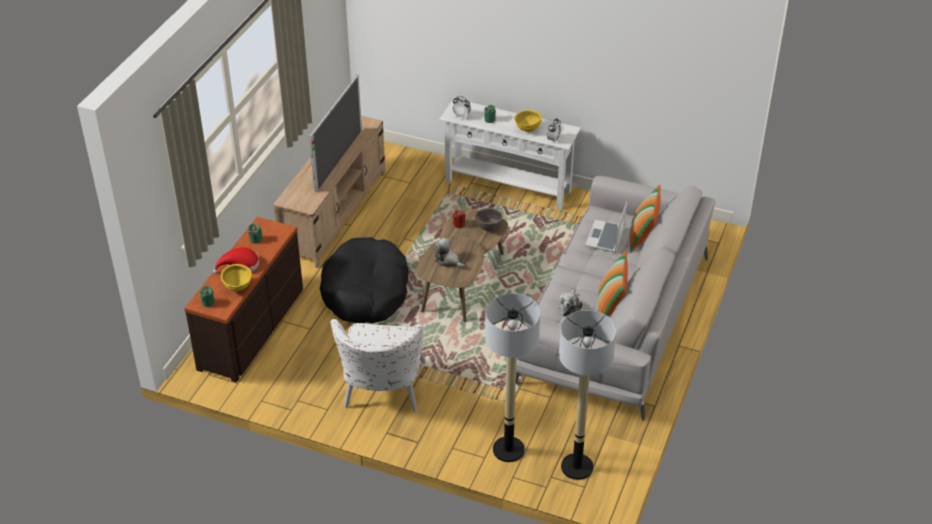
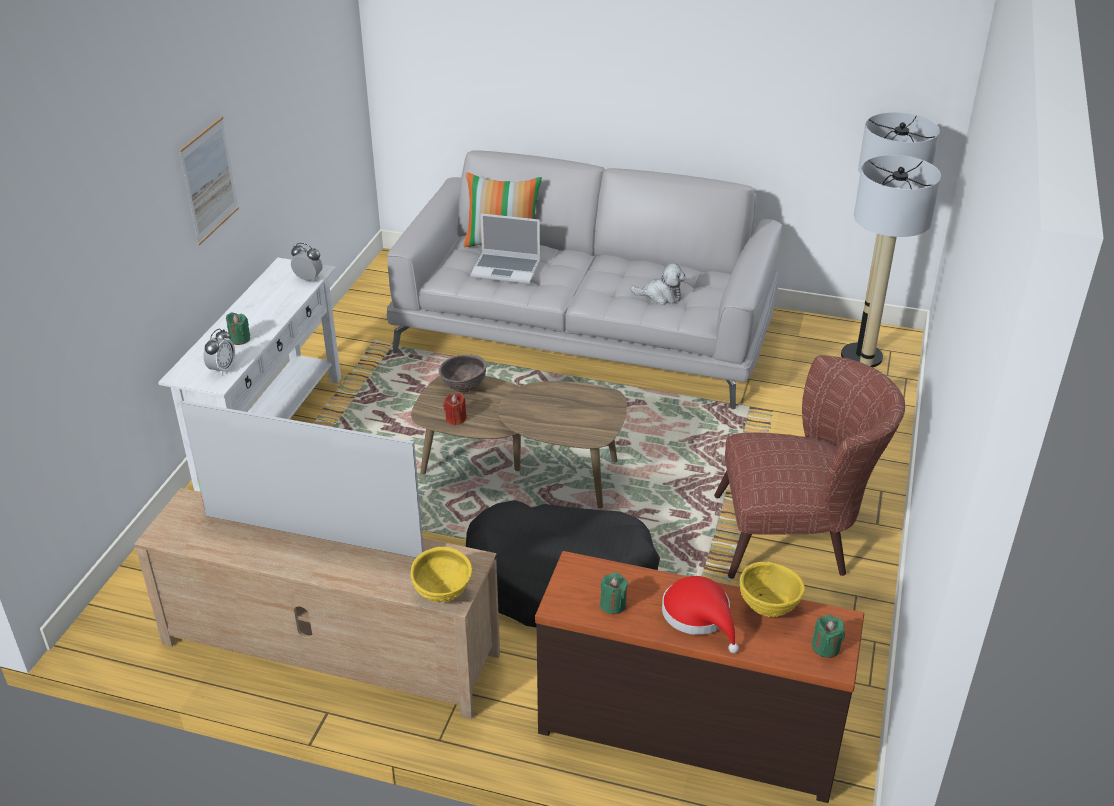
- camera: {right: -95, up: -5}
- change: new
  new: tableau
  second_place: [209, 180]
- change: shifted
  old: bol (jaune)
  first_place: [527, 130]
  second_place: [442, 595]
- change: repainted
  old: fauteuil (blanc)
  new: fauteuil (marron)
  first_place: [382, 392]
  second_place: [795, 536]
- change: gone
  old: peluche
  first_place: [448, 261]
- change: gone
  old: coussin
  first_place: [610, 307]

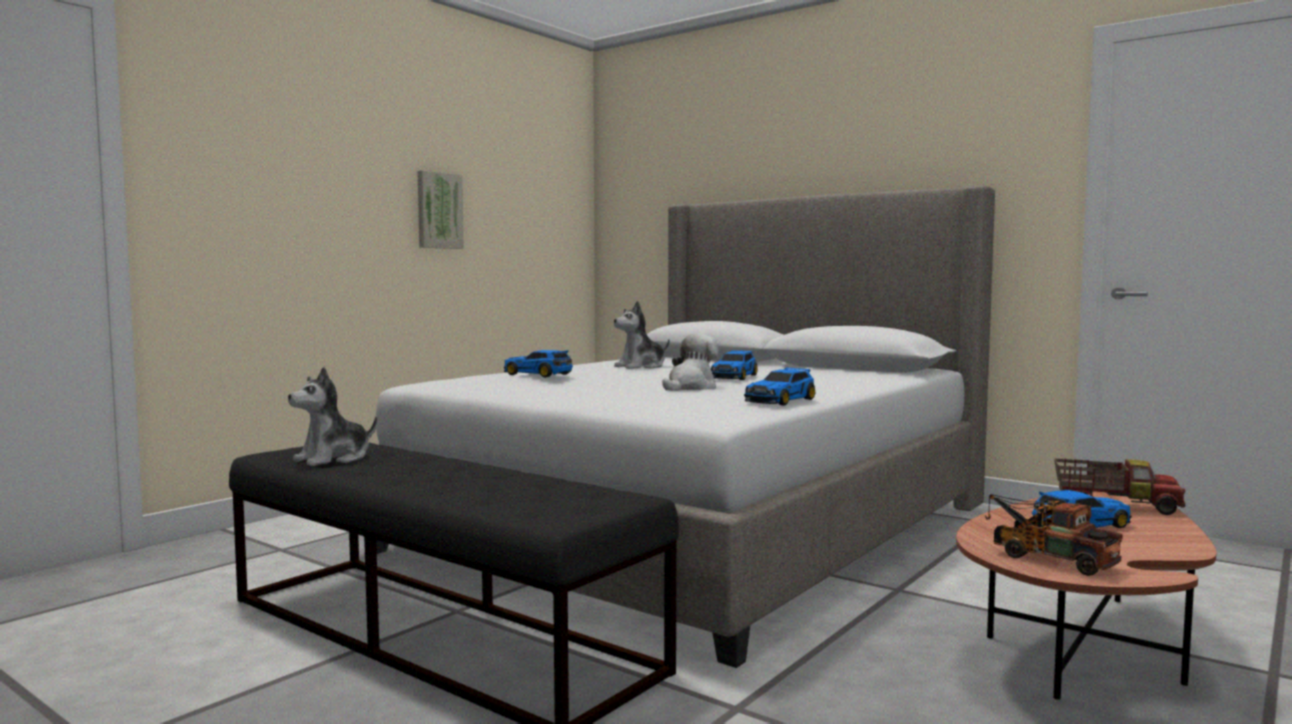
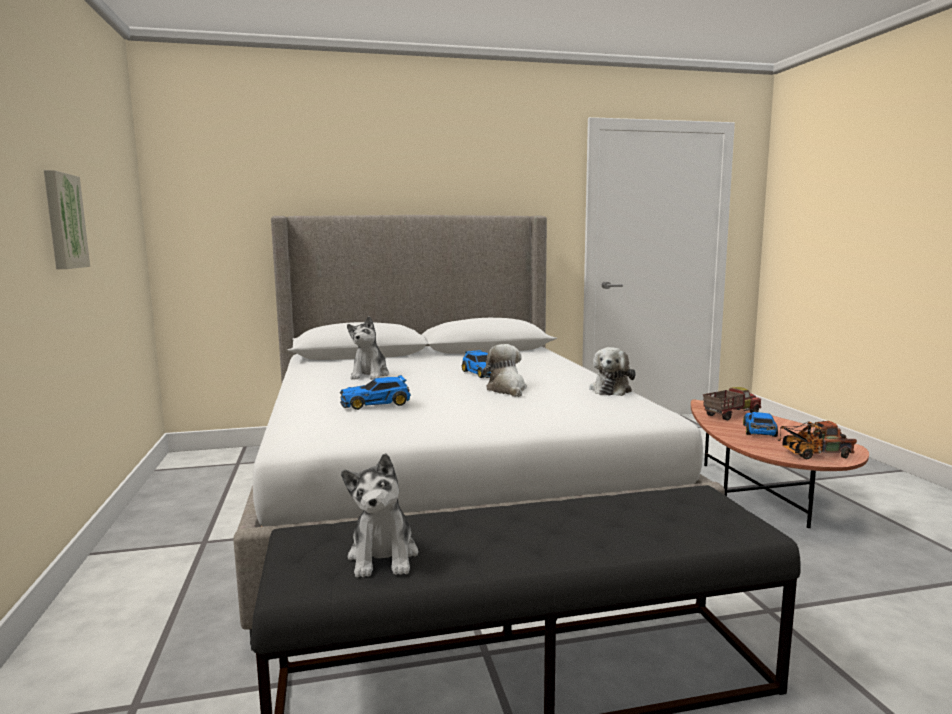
- camera: {right: -50, up: 5}
- change: swapped
  old: petite voiture
  new: peluche
  first_place: [781, 400]
  second_place: [611, 390]

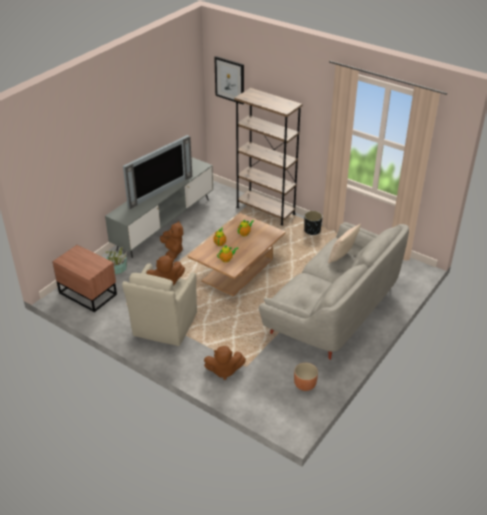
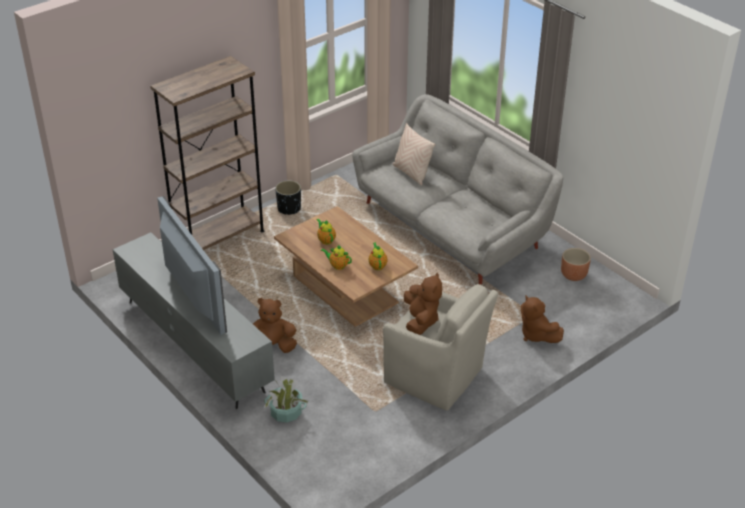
- camera: {right: -75, up: 0}
- change: rotated
  old: peluche (marron)
  first_place: [224, 371]
  second_place: [536, 335]
  degrees: 135
- change: gone
  old: table de chevet (marron)
  first_place: [88, 293]
- change: gone
  old: tableau
  first_place: [229, 80]

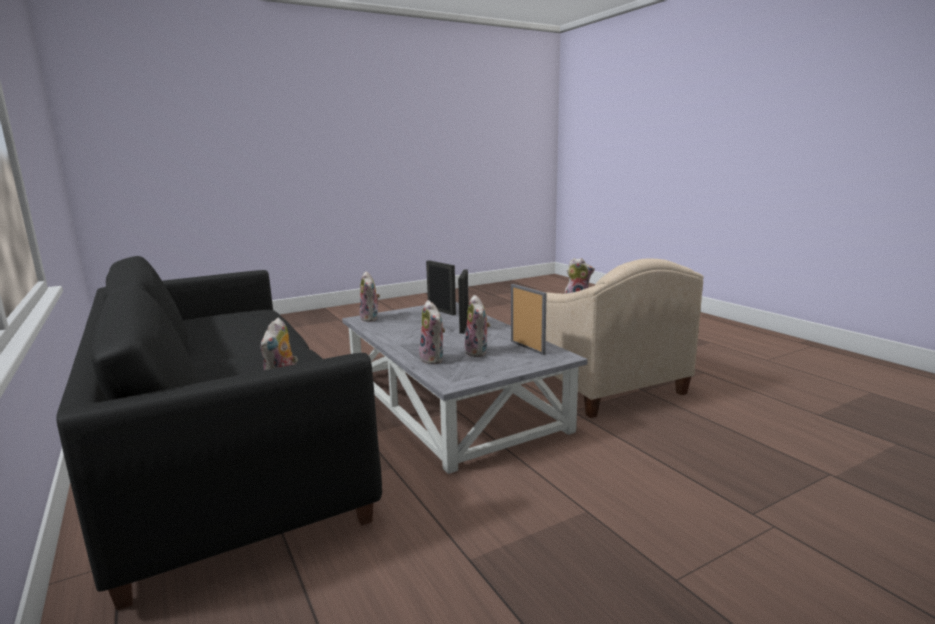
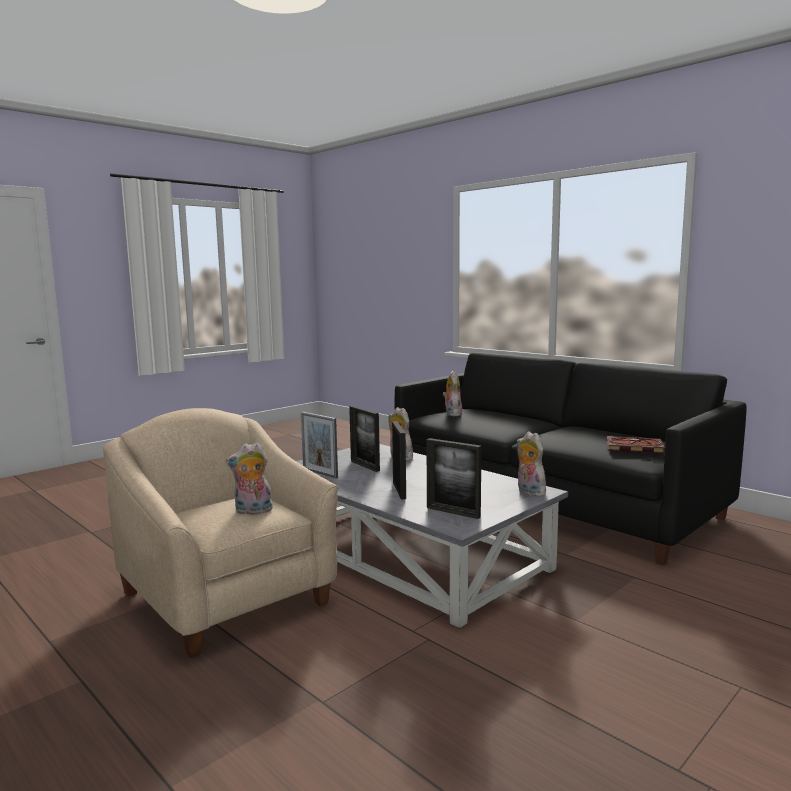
- camera: {right: 165, up: -5}
- change: swapped
  old: peluche
  new: cadre photo
  first_place: [478, 352]
  second_place: [365, 466]
- change: new
  new: livre
  second_place: [633, 447]

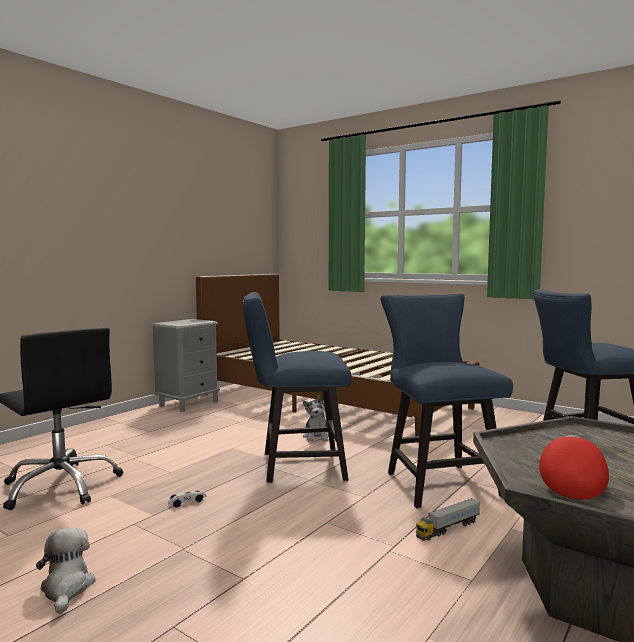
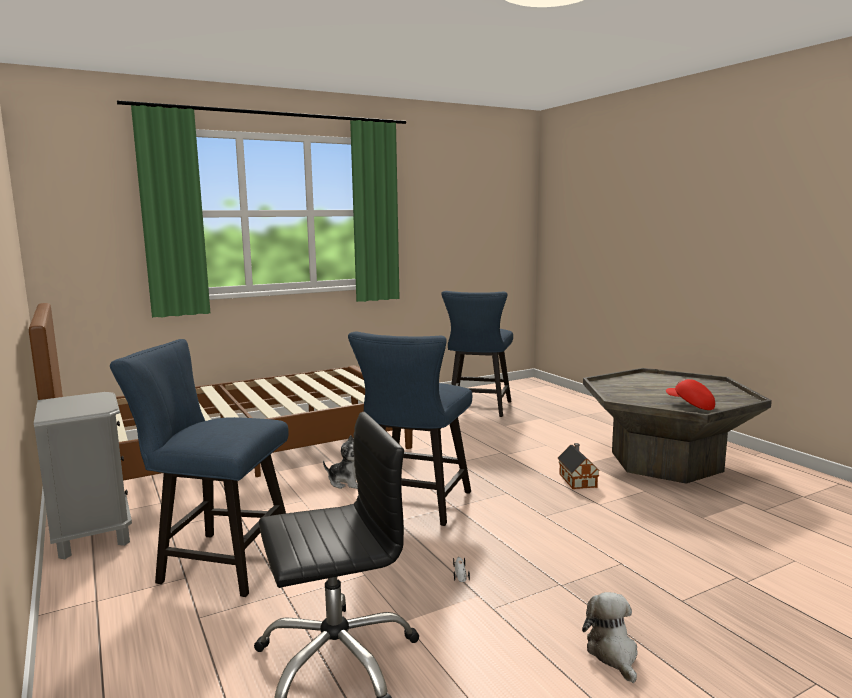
- camera: {right: -65, up: 5}
- change: shifted
  old: chaise (bleu)
  first_place: [437, 481]
  second_place: [217, 561]
- change: swapped
  old: camion jouet
  new: maison miniature
  first_place: [448, 528]
  second_place: [577, 479]
- change: rotated
  old: peluche
  first_place: [67, 588]
  second_place: [613, 653]
  degrees: 75

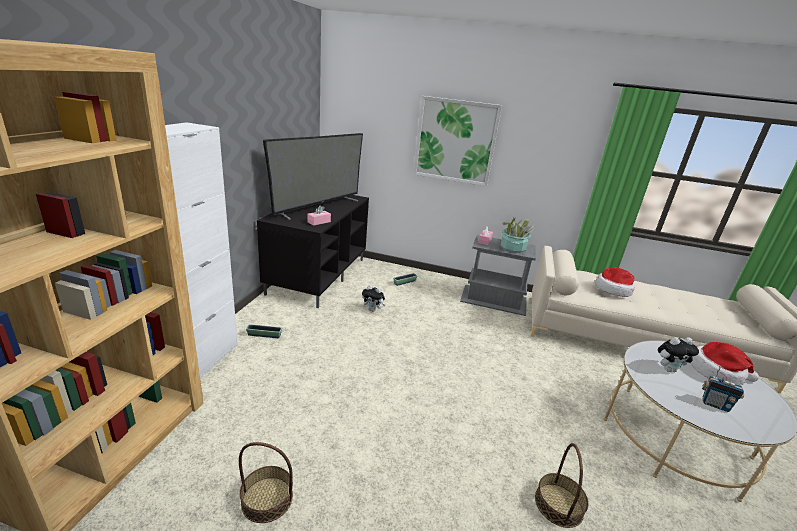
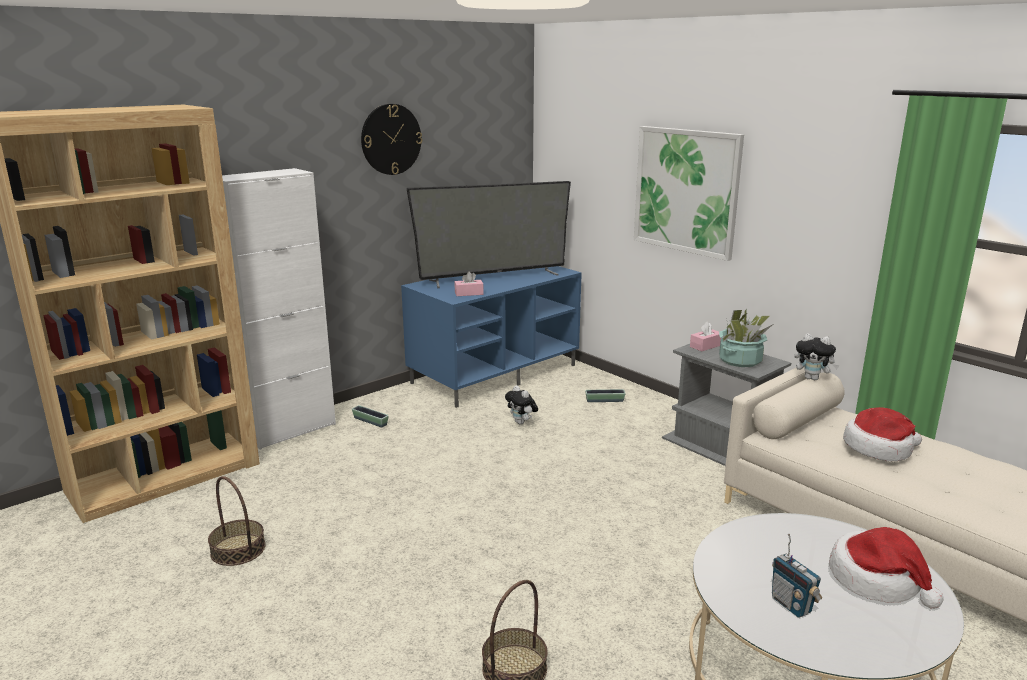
- camera: {right: 35, up: -5}
- change: new
  new: horloge murale
  second_place: [391, 139]
- change: repainted
  old: meuble télé (noir)
  new: meuble télé (bleu)
  first_place: [317, 275]
  second_place: [495, 373]
- change: shifted
  old: peluche
  first_place: [669, 369]
  second_place: [812, 378]

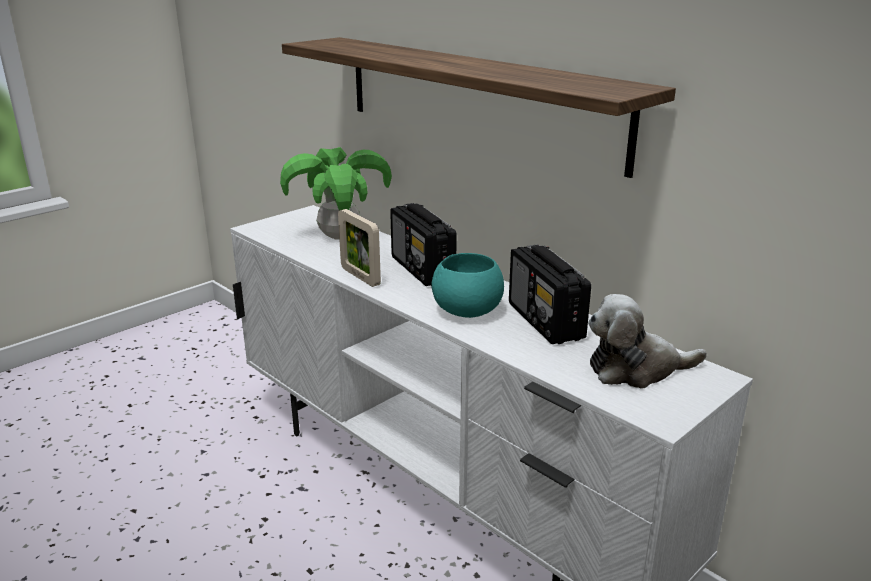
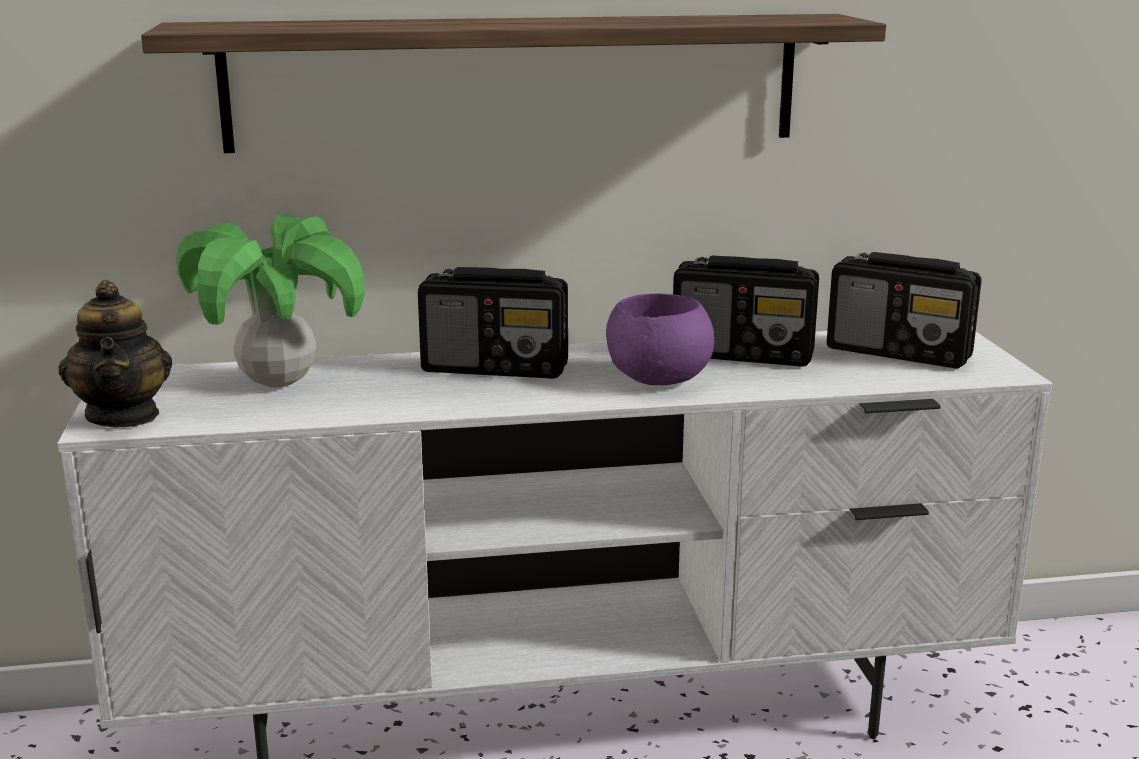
- camera: {right: -55, up: -5}
- change: new
  new: théière
  second_place: [124, 415]
- change: repainted
  old: bol (turquoise)
  new: bol (violet)
  first_place: [467, 310]
  second_place: [657, 378]
- change: swapped
  old: peluche
  new: radio
  first_place: [636, 369]
  second_place: [900, 353]
- change: gone
  old: cadre photo
  first_place: [360, 277]

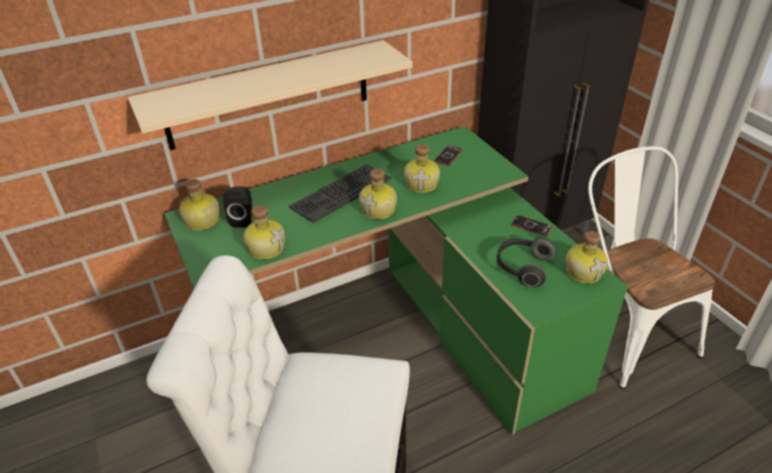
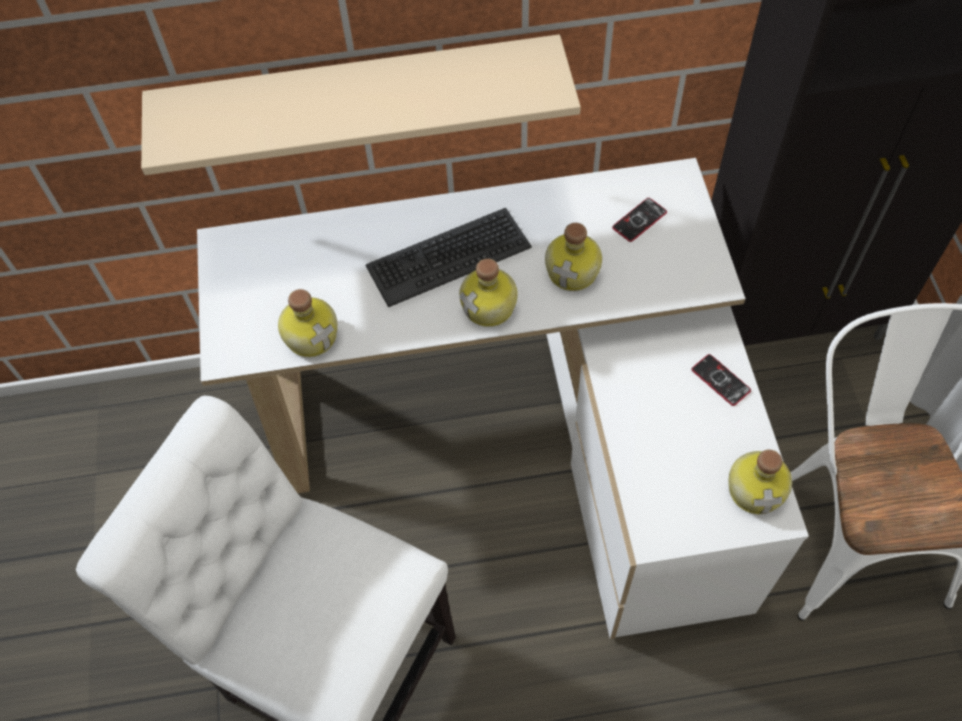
- camera: {right: 20, up: 20}
- change: repainted
  old: bureau (vert)
  new: bureau (blanc)
  first_place: [402, 332]
  second_place: [524, 434]
- change: gone
  old: bouteille
  first_place: [202, 221]
- change: gone
  old: enceinte (noir)
  first_place: [243, 219]
- change: gone
  old: casque audio
  first_place: [522, 268]

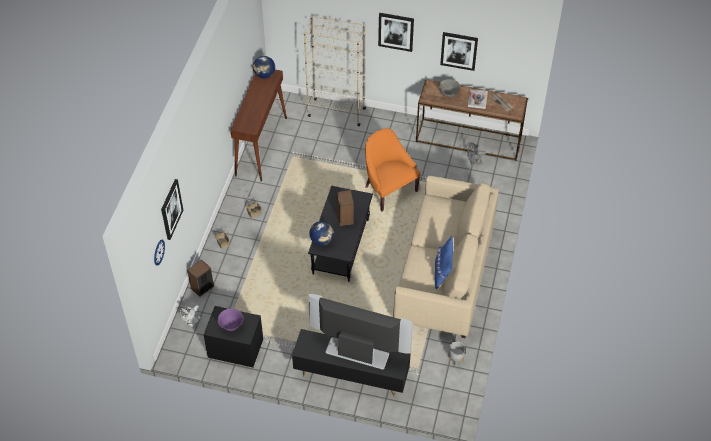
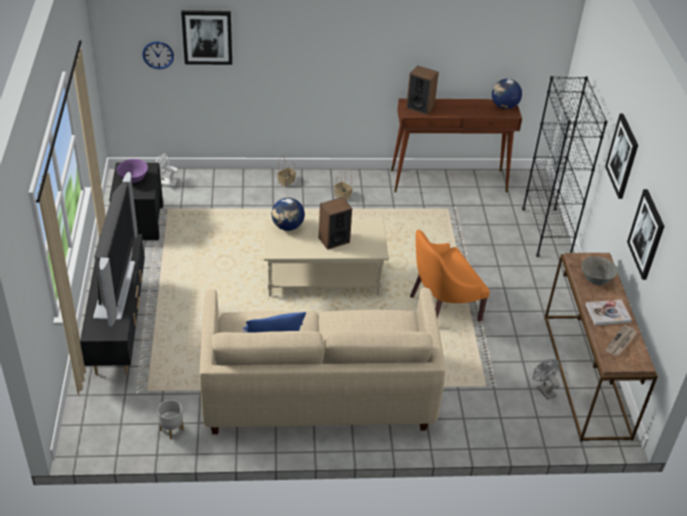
- camera: {right: 70, up: -10}
- change: repainted
  old: table basse (noir)
  new: table basse (beige)
  first_place: [341, 247]
  second_place: [322, 279]
- change: shifted
  old: enceinte
  first_place: [202, 287]
  second_place: [420, 107]
- change: rotated
  old: fauteuil (orange)
  first_place: [388, 189]
  second_place: [442, 306]
  degrees: -150
- change: repainted
  old: bibliothèque (beige)
  new: bibliothèque (noir)
  first_place: [336, 112]
  second_place: [546, 232]

